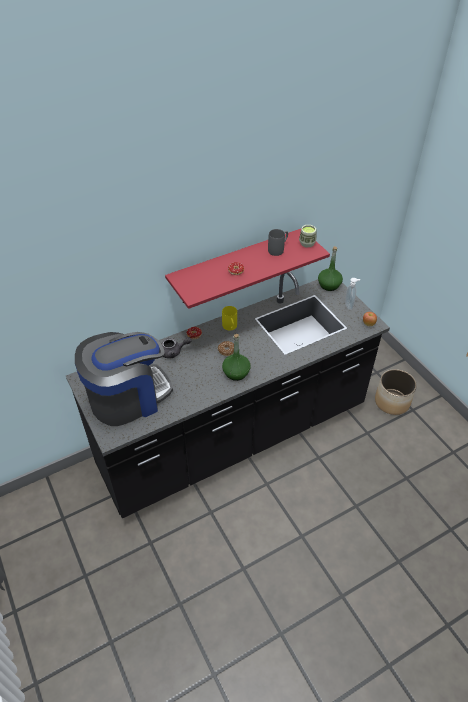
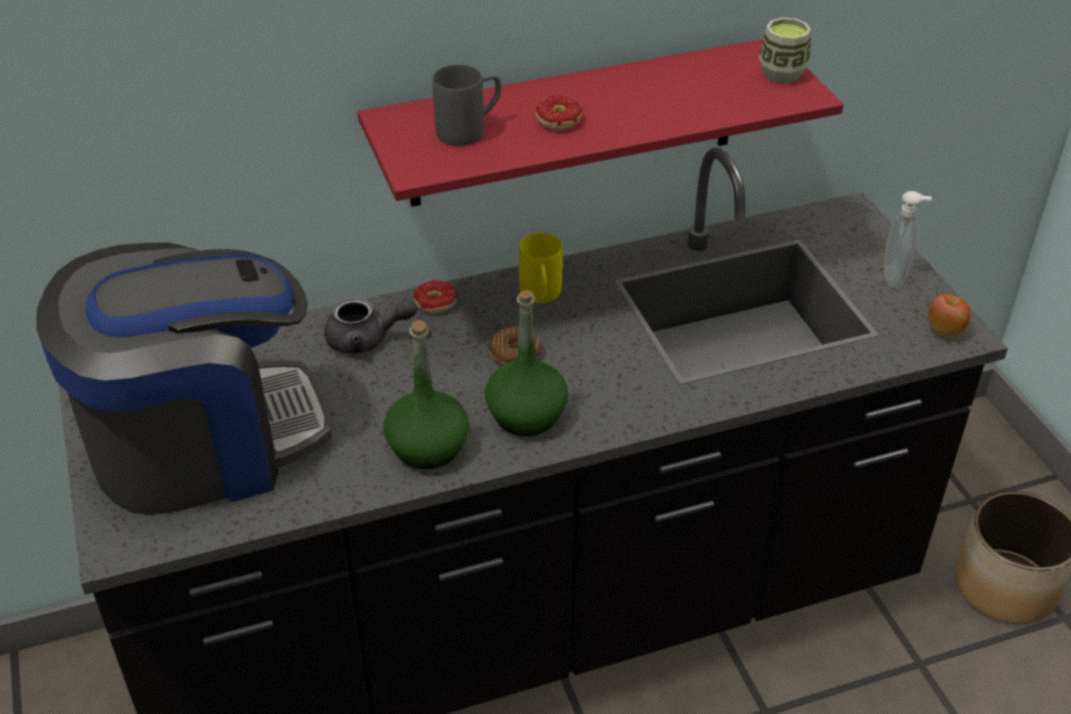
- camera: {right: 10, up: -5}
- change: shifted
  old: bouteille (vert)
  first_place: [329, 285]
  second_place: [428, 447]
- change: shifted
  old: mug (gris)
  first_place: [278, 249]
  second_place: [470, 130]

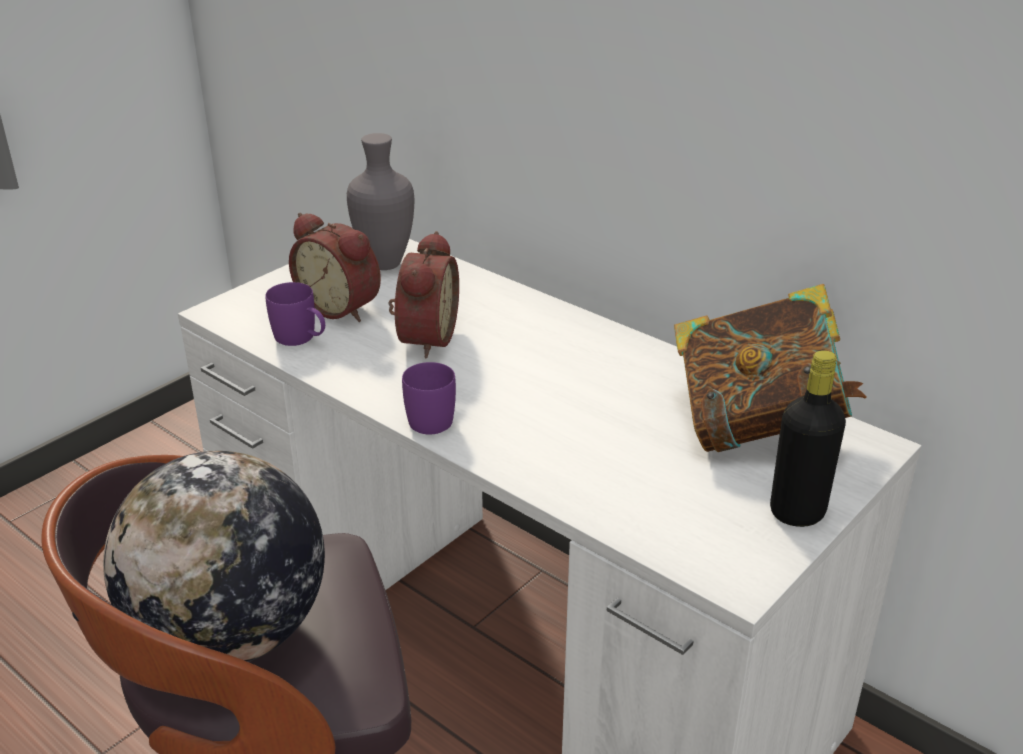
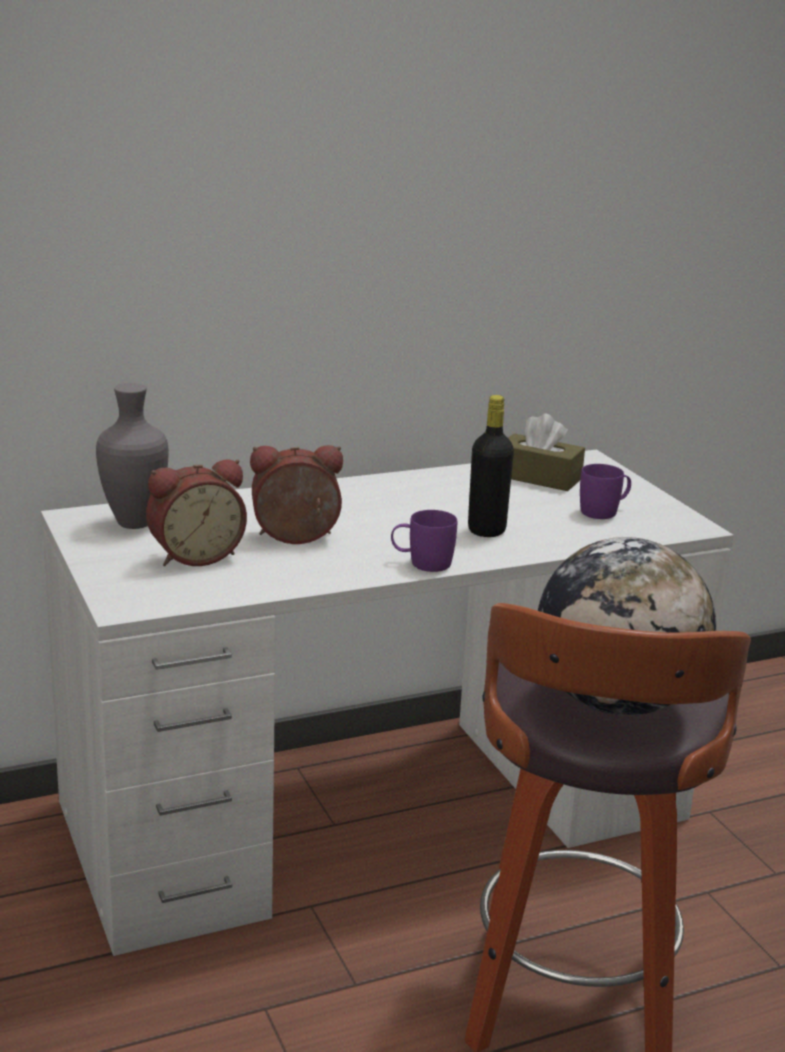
- camera: {right: -65, up: -10}
- change: rotated
  old: réveil
  first_place: [423, 338]
  second_place: [296, 538]
  degrees: -45
- change: shifted
  old: bouteille (noir)
  first_place: [797, 512]
  second_place: [486, 530]
- change: swapped
  old: livre
  new: boîte à mouchoirs (marron)
  first_place: [757, 426]
  second_place: [538, 477]
- change: shifted
  old: mug (violet)
  first_place: [301, 339]
  second_place: [604, 511]

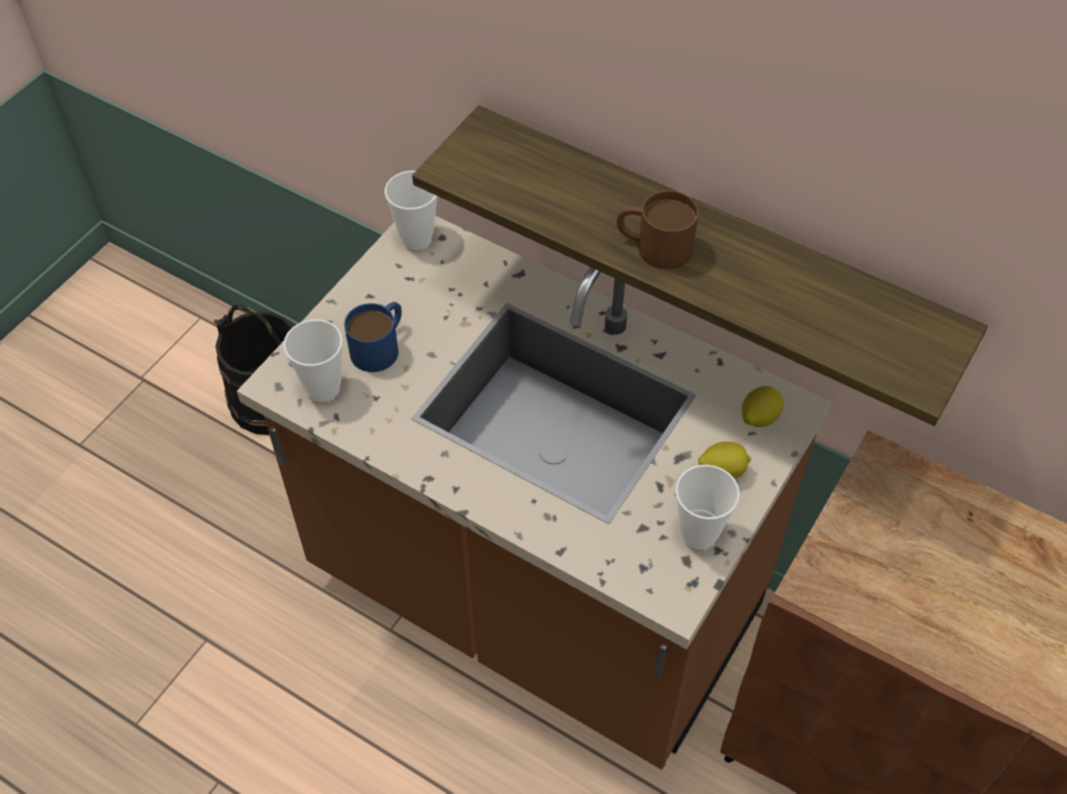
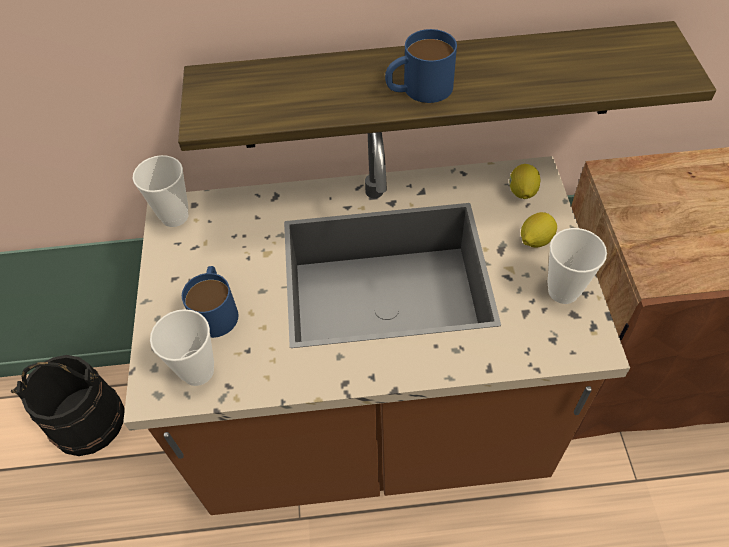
- camera: {right: -35, up: 0}
- change: repainted
  old: mug (marron)
  new: mug (bleu)
  first_place: [654, 246]
  second_place: [418, 89]

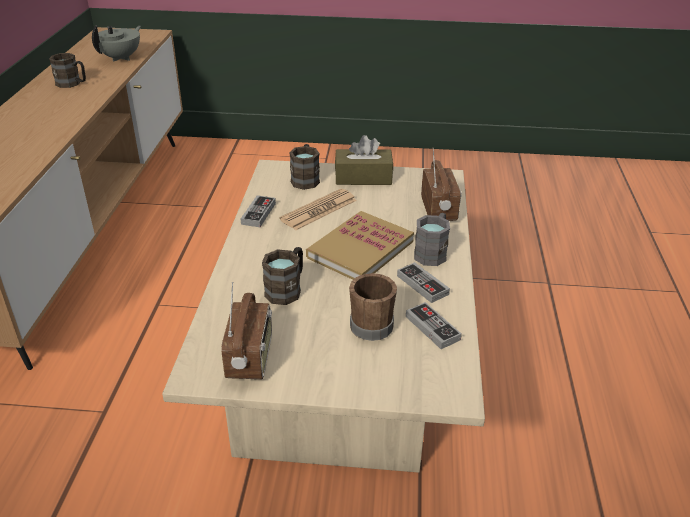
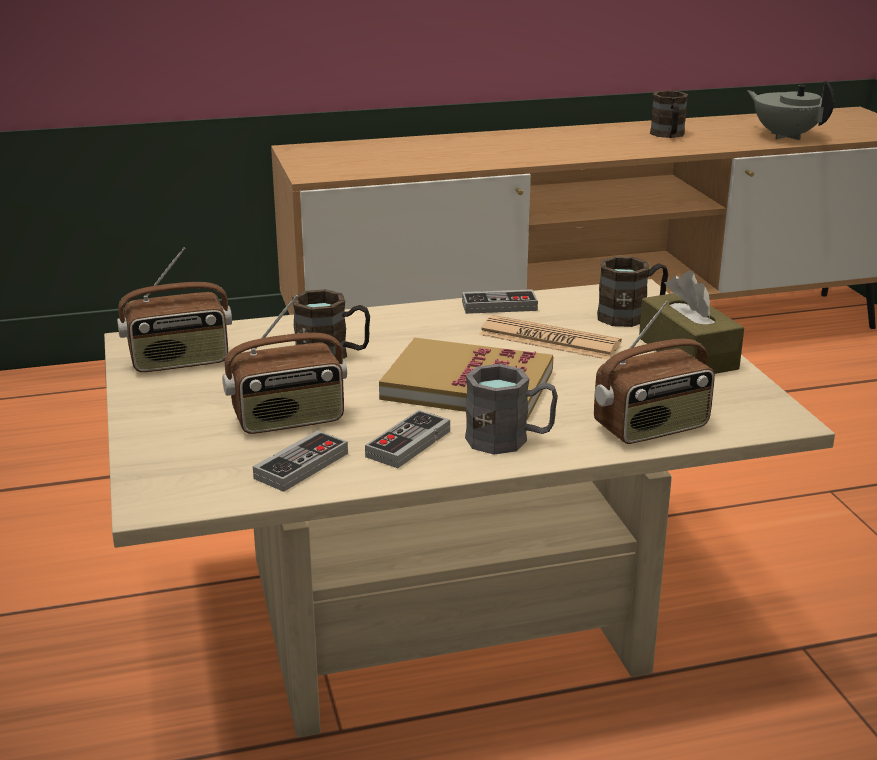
- camera: {right: 70, up: -10}
- change: swapped
  old: mug (marron)
  new: radio
  first_place: [371, 323]
  second_place: [288, 420]
- change: rotated
  old: théière (gris)
  first_place: [121, 58]
  second_place: [785, 136]
  degrees: -135

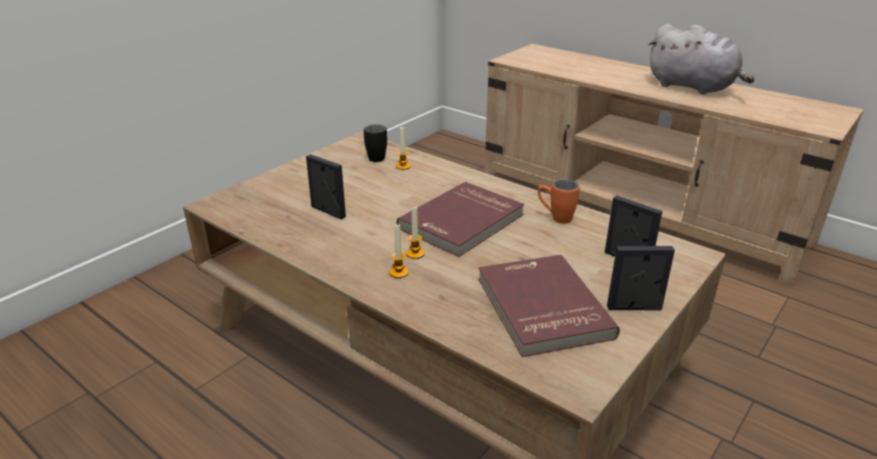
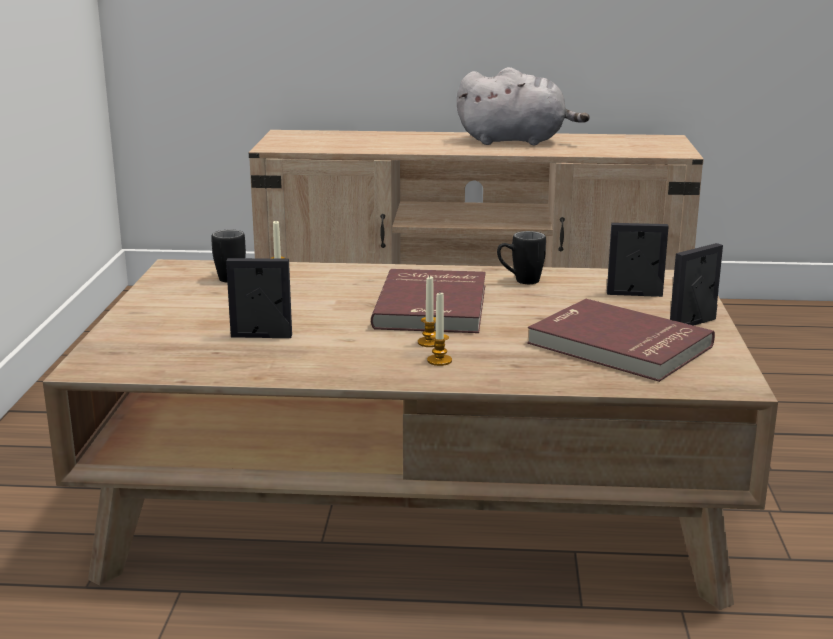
- camera: {right: -35, up: -10}
- change: repainted
  old: mug (orange)
  new: mug (noir)
  first_place: [555, 218]
  second_place: [519, 281]

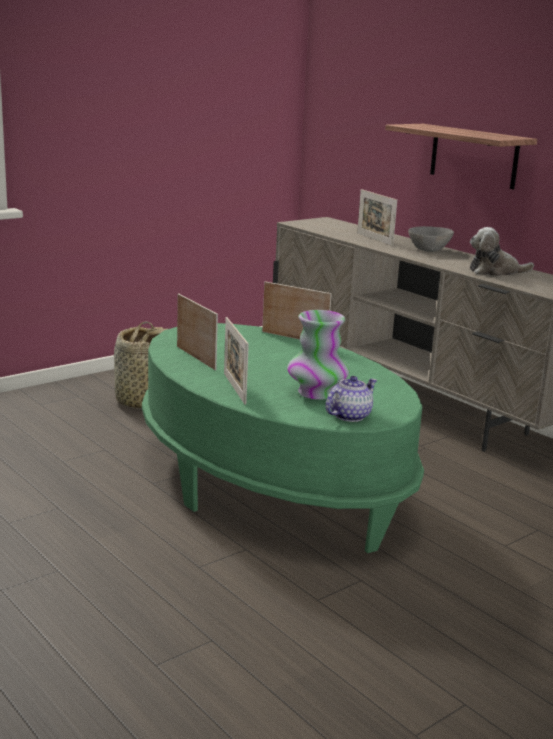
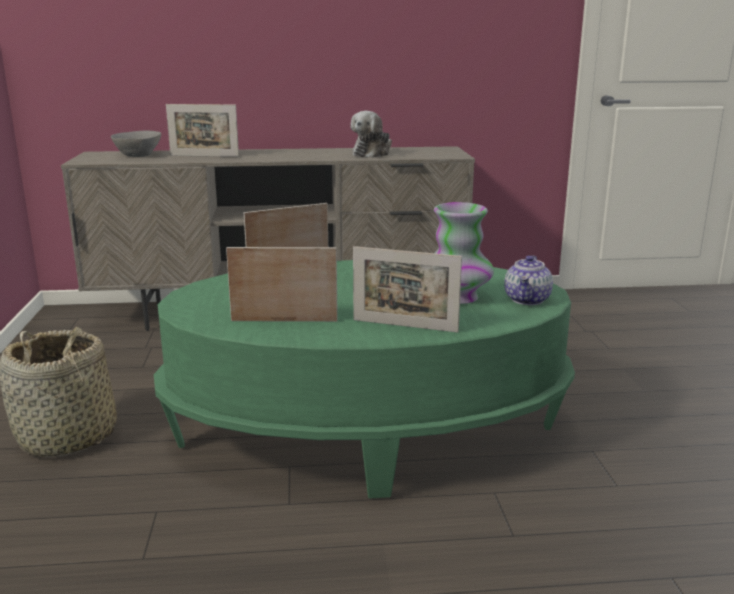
- camera: {right: -55, up: 0}
- change: shifted
  old: bol (gris)
  first_place: [428, 249]
  second_place: [137, 155]
- change: rotated
  old: théière
  first_place: [349, 416]
  second_place: [527, 300]
  degrees: -150
- change: gone
  old: étagère
  first_place: [474, 156]

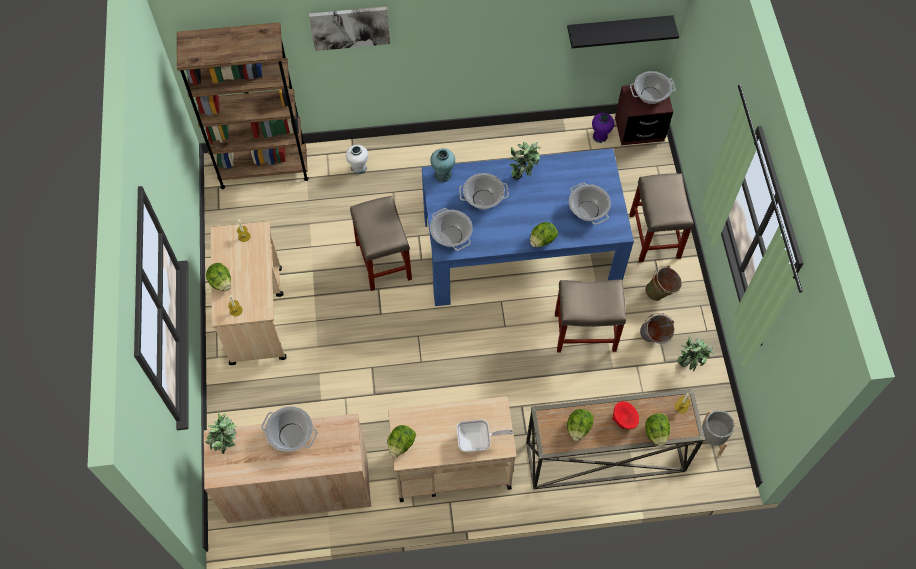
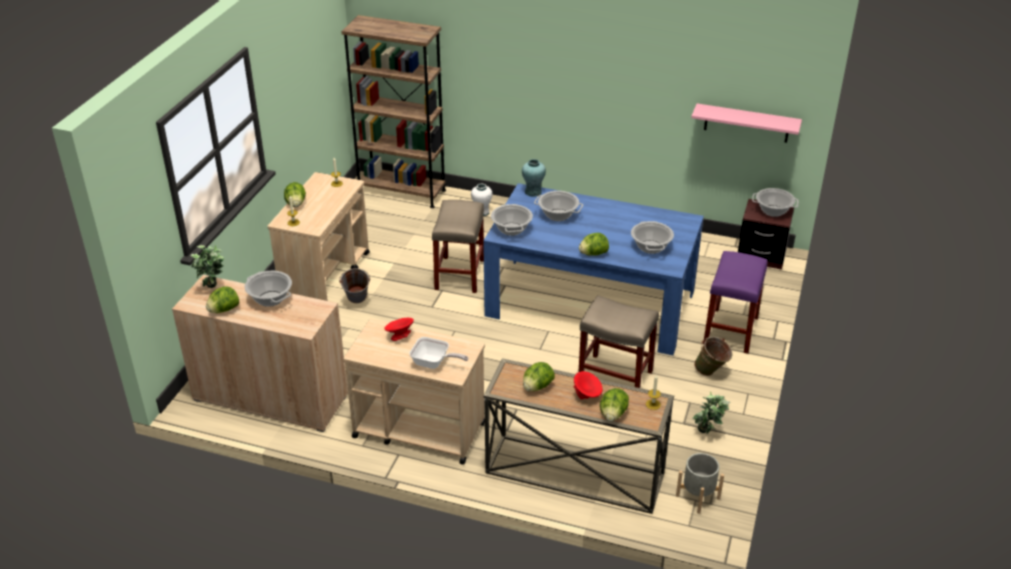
- camera: {right: 25, up: -25}
- change: shifted
  old: laitue
  first_place: [401, 444]
  second_place: [224, 310]
- change: shifted
  old: seau (gris)
  first_place: [653, 339]
  second_place: [356, 302]
- change: new
  new: bol (rouge)
  second_place: [399, 336]
- change: repainted
  old: étagère (noir)
  new: étagère (rose)
  first_place: [618, 29]
  second_place: [746, 123]
- change: repainted
  old: tabouret (beige)
  new: tabouret (violet)
  first_place: [655, 237]
  second_place: [731, 331]
- change: gone
  old: tableau
  first_place: [350, 27]
- change: gone
  old: plante en pot
  first_place: [523, 175]
- change: gone
  old: vase (violet)
  first_place: [600, 136]

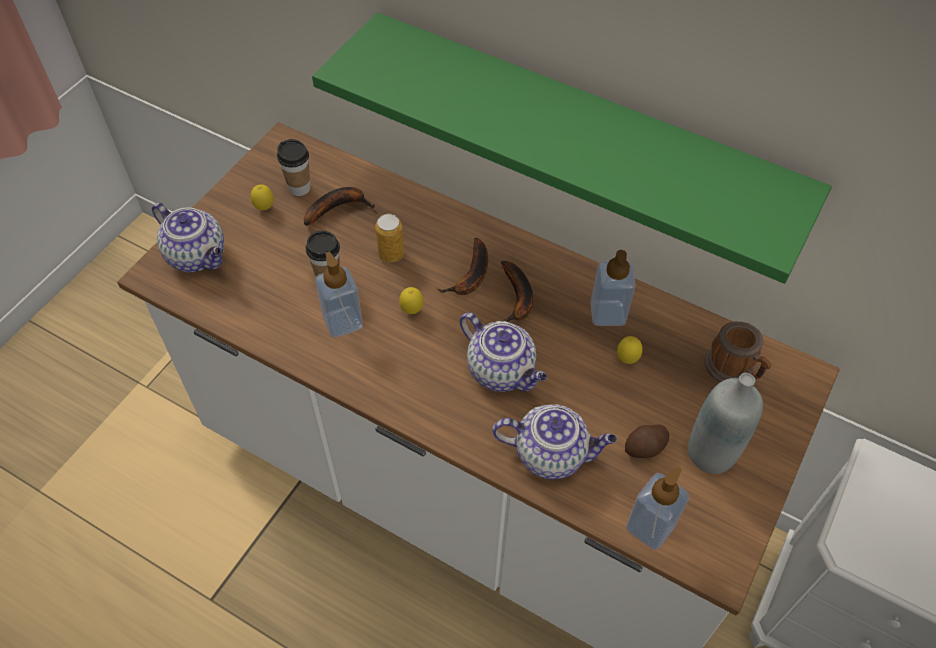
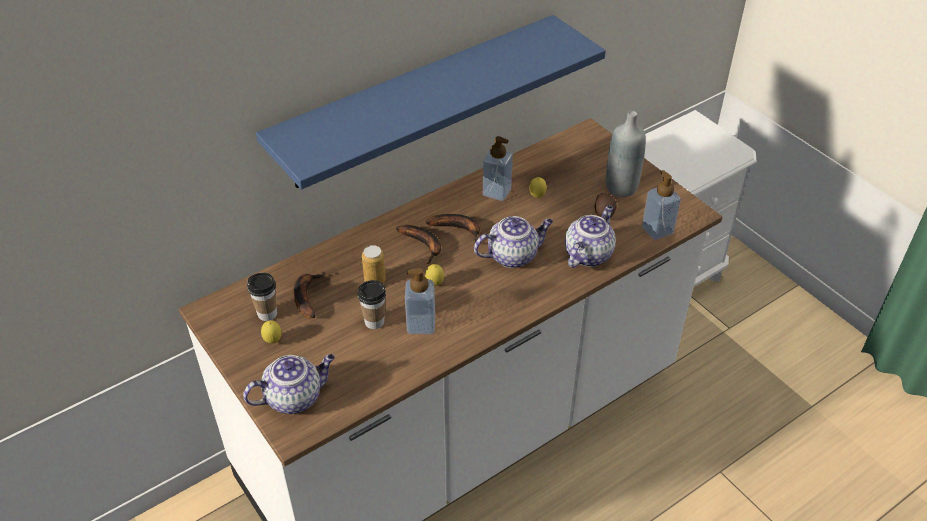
- camera: {right: -65, up: -10}
- change: repainted
  old: étagère (vert)
  new: étagère (bleu)
  first_place: [581, 134]
  second_place: [416, 102]
- change: gone
  old: mug
  first_place: [733, 369]

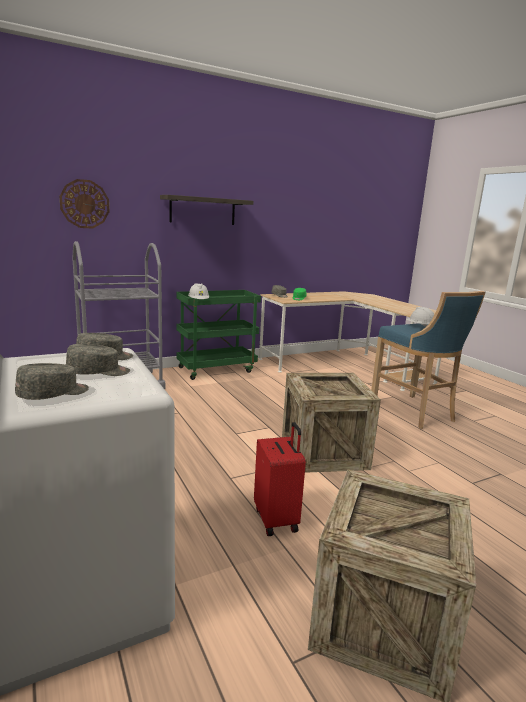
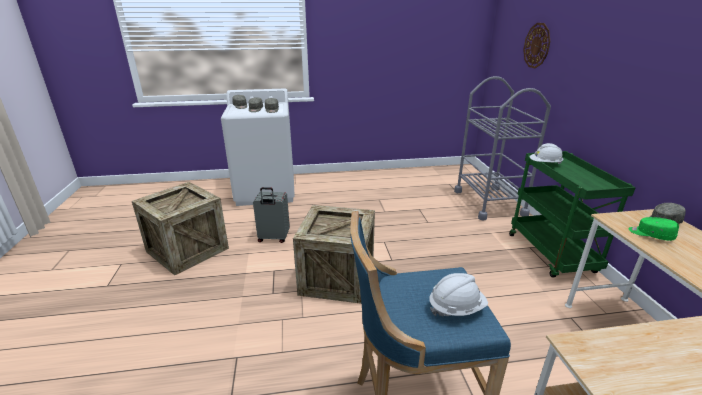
- camera: {right: 110, up: 10}
- change: repainted
  old: valise (rouge)
  new: valise (gris)
  first_place: [277, 519]
  second_place: [273, 238]
- change: gone
  old: étagère
  first_place: [202, 210]

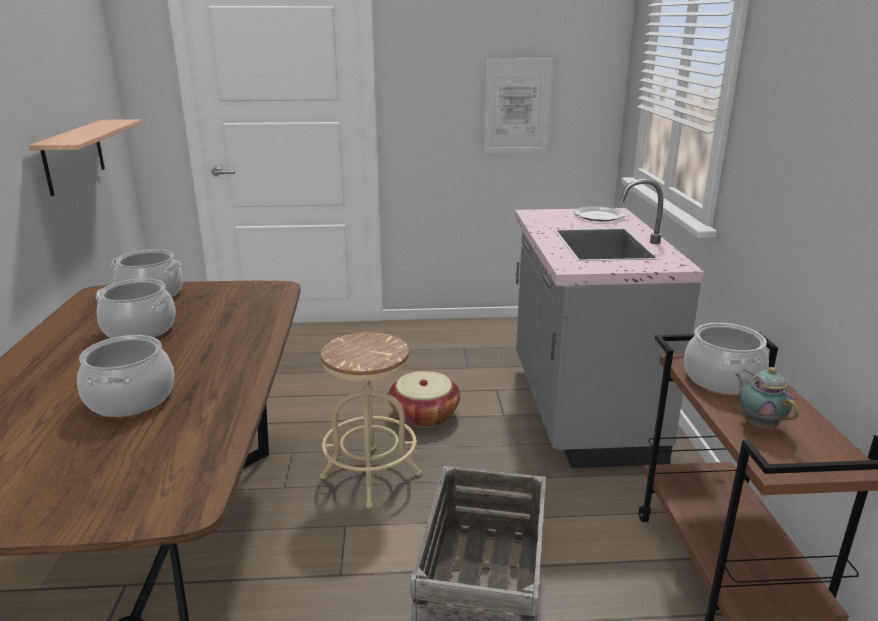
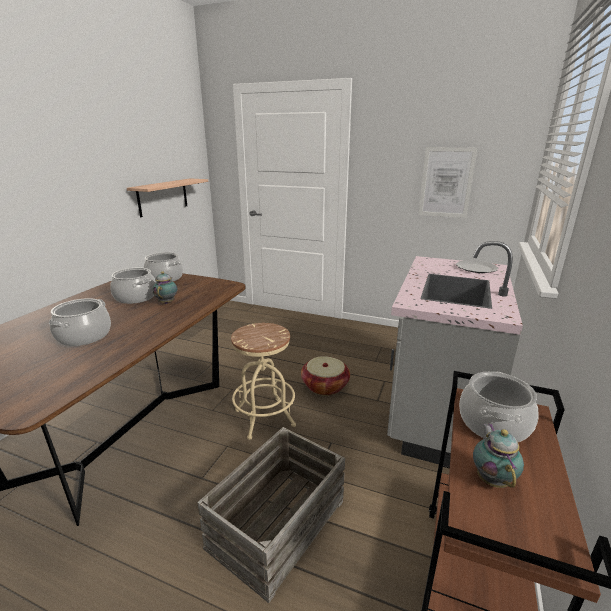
- camera: {right: 25, up: 0}
- change: new
  new: théière
  second_place: [167, 302]

